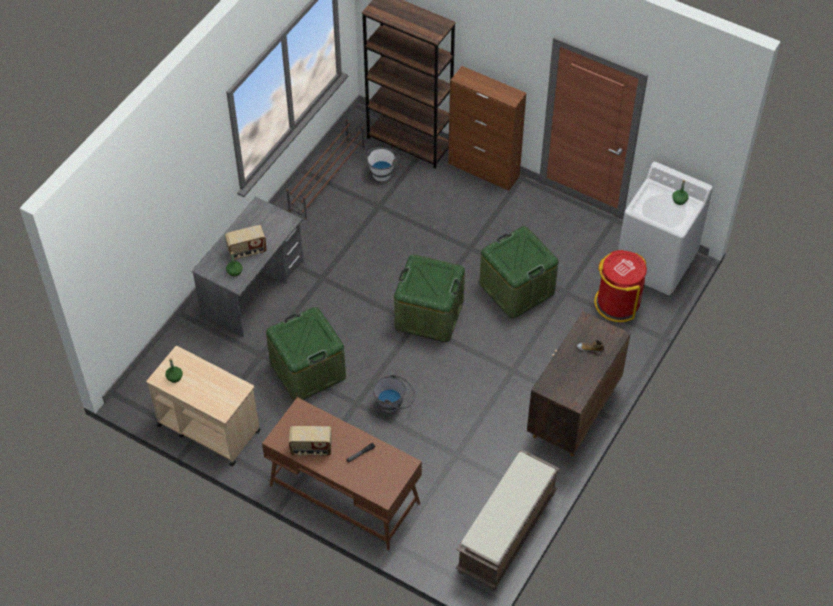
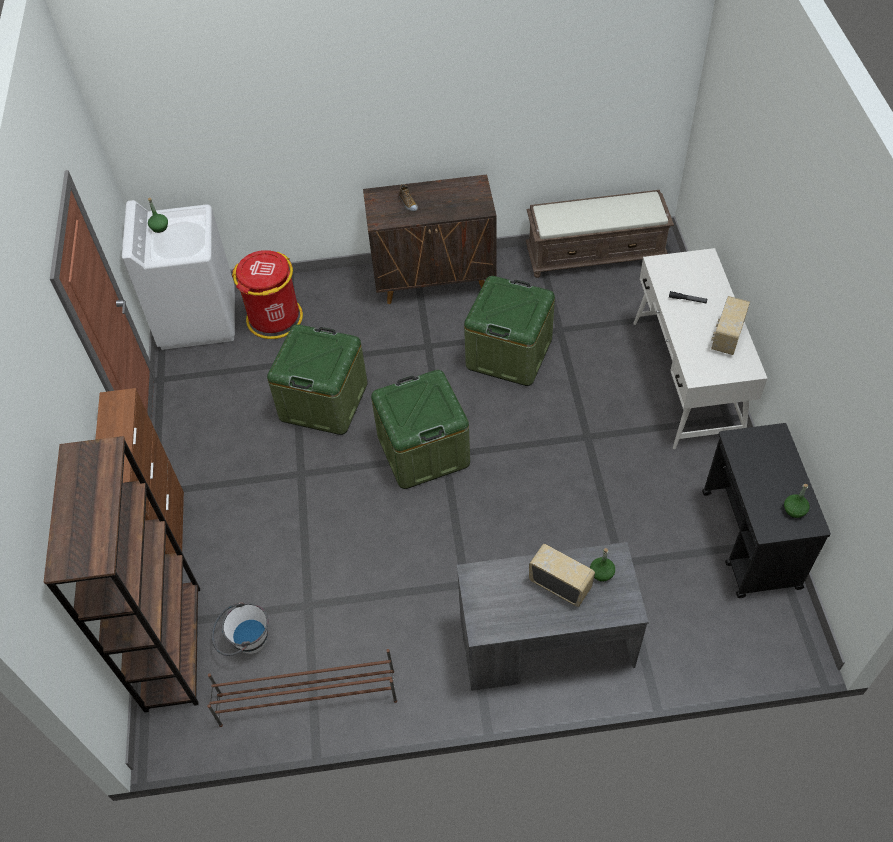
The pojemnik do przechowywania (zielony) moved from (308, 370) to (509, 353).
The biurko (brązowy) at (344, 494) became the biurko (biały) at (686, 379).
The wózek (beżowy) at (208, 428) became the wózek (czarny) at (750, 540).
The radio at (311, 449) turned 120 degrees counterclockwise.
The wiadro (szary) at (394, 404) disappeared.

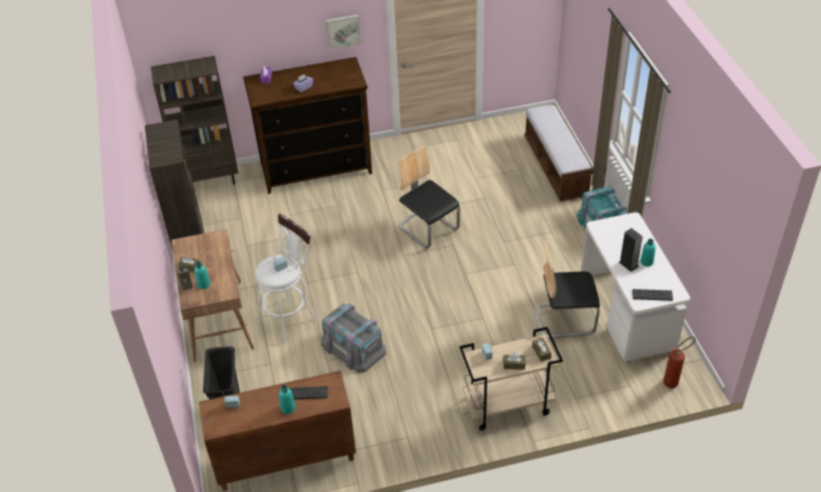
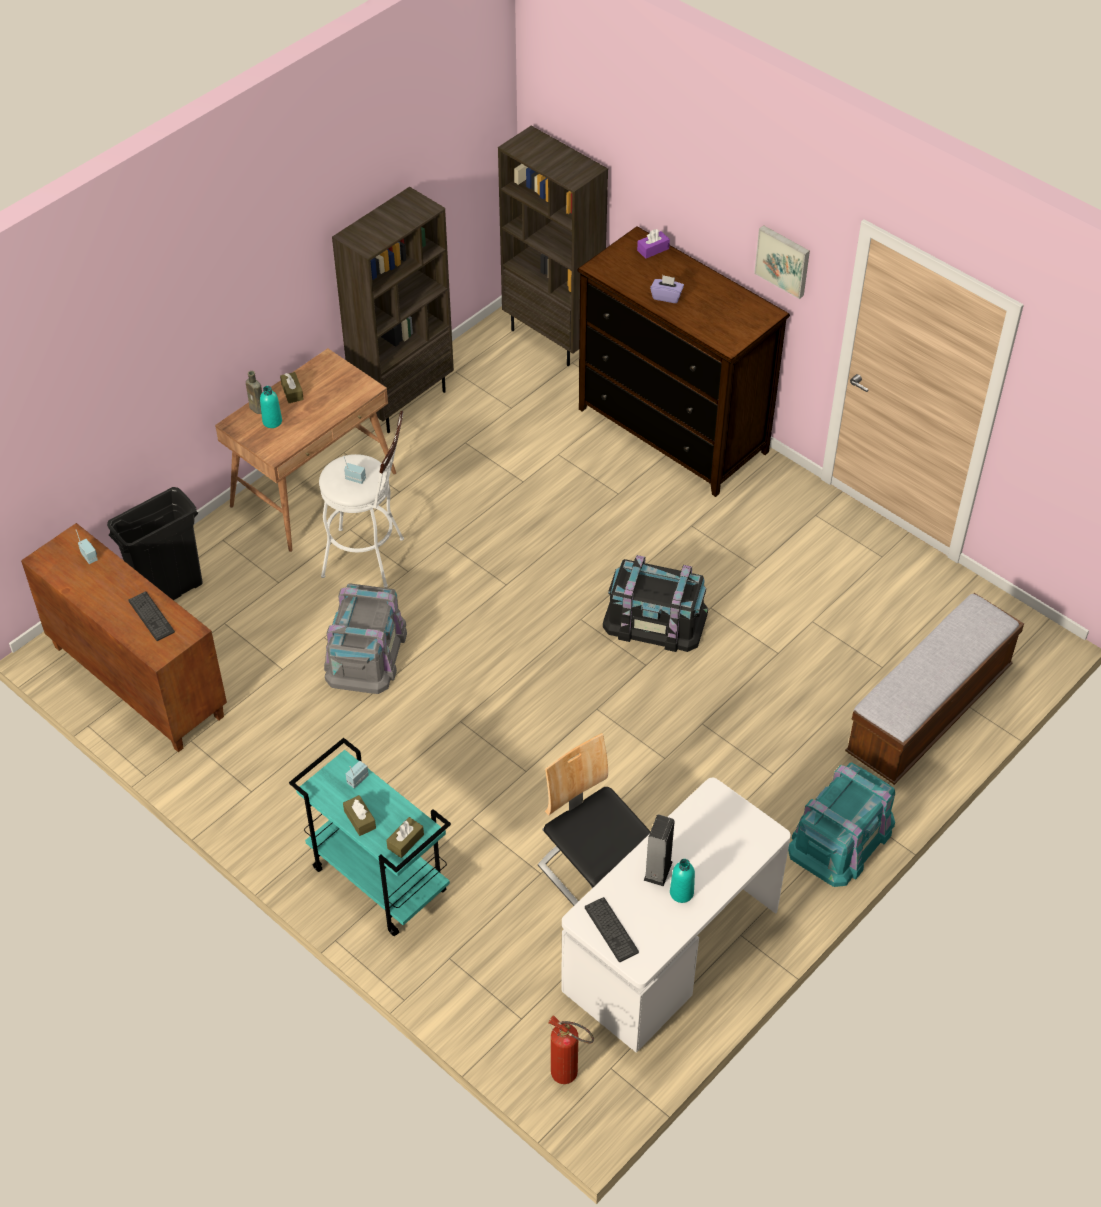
The wózek (beżowy) at (507, 406) became the wózek (turkusowy) at (377, 879).
The krzesło at (428, 228) was replaced by the pojemnik do przechowywania (czarny) at (655, 619).
The butelka (turkusowy) at (288, 408) disappeared.

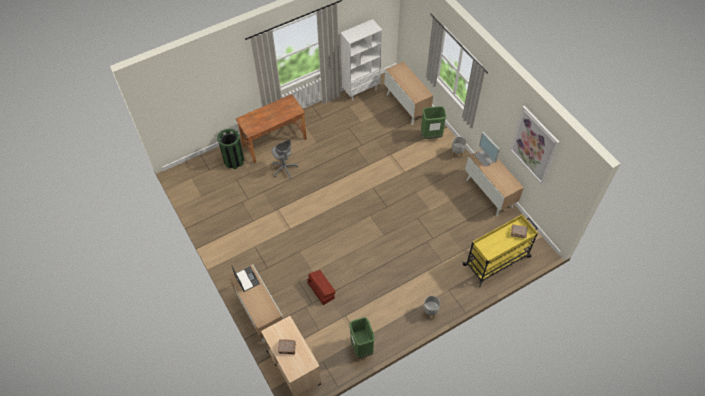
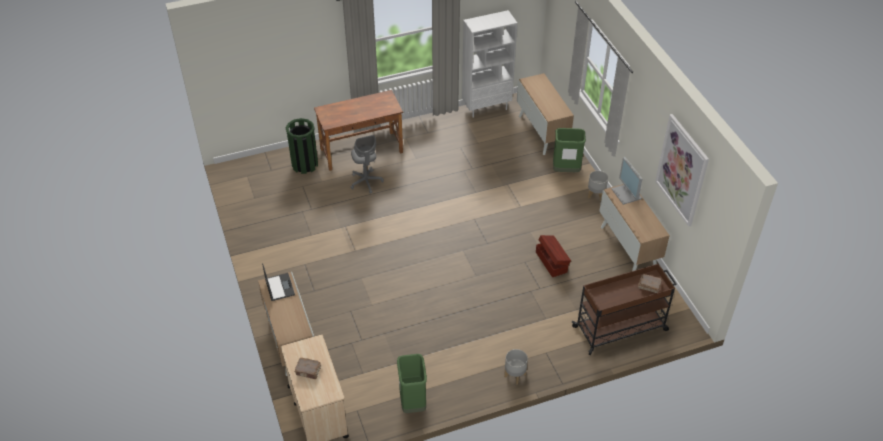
The pojemnik do przechowywania (brązowy) moved from (321, 290) to (551, 261).
The wózek (żółty) at (497, 261) became the wózek (brązowy) at (621, 328).

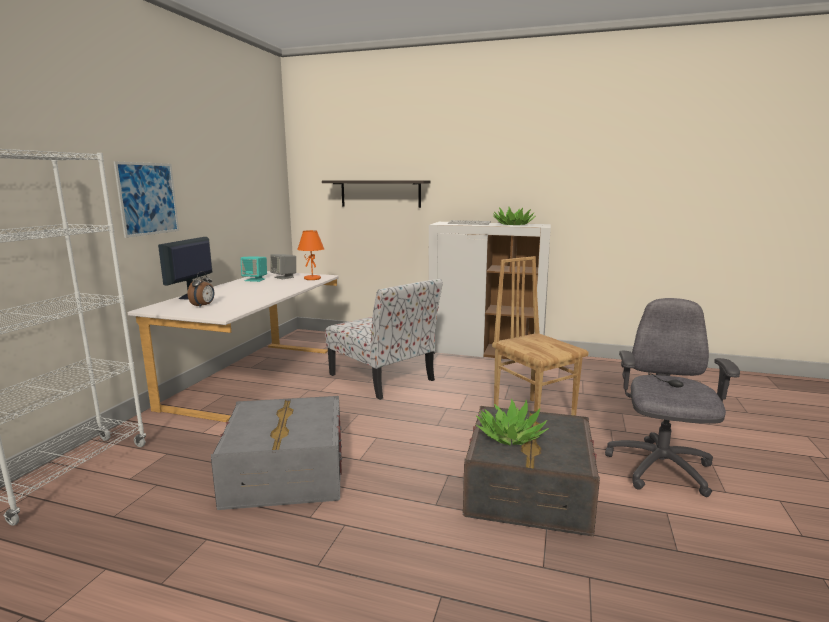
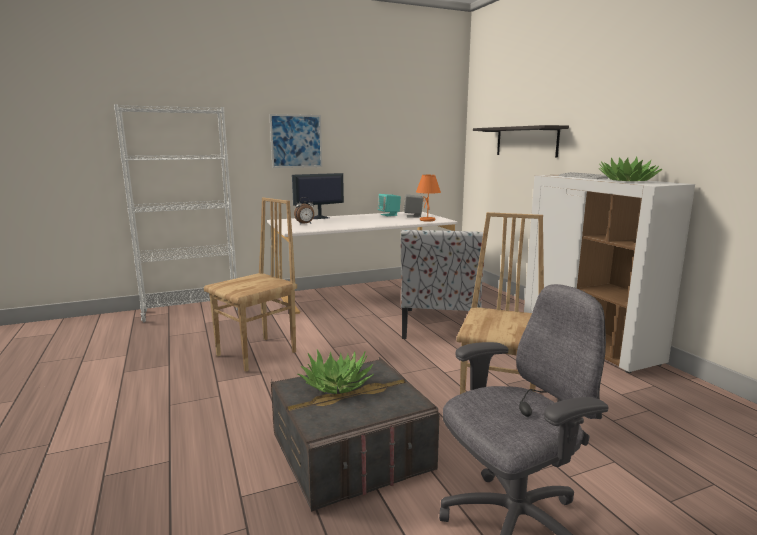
The pojemnik do przechowywania (szary) at (286, 472) was replaced by the krzesło (brązowy) at (258, 354).

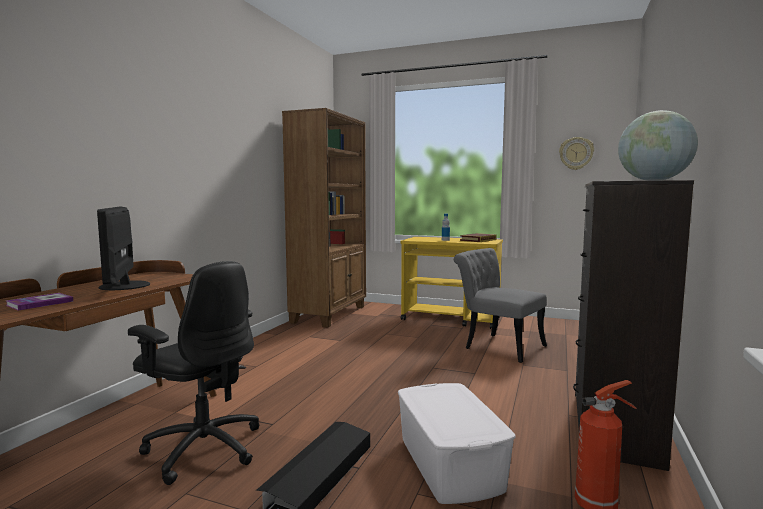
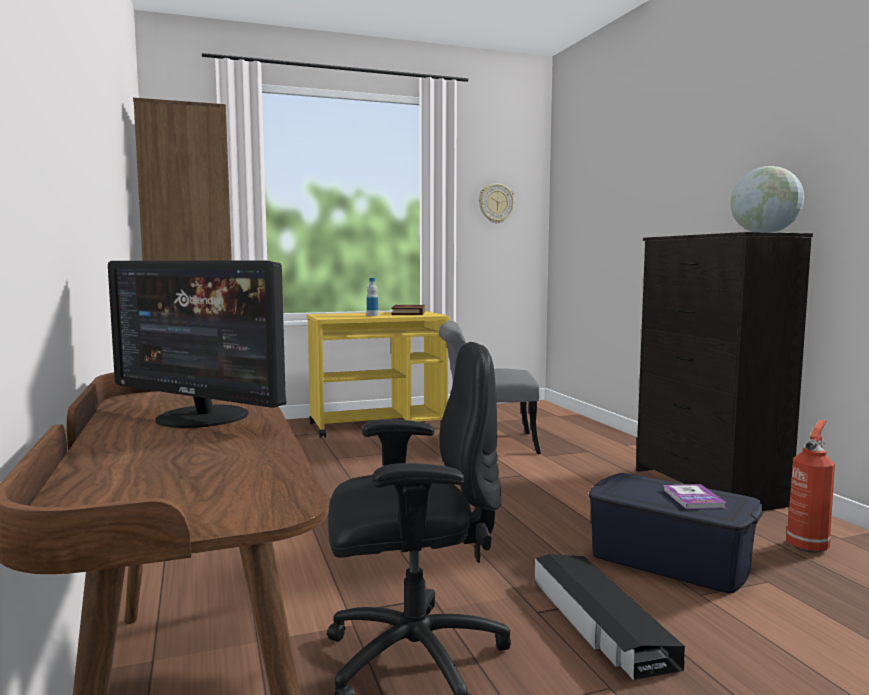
The pojemnik do przechowywania (biały) at (449, 463) became the pojemnik do przechowywania (niebieski) at (670, 560).
The książka moved from (40, 303) to (693, 498).

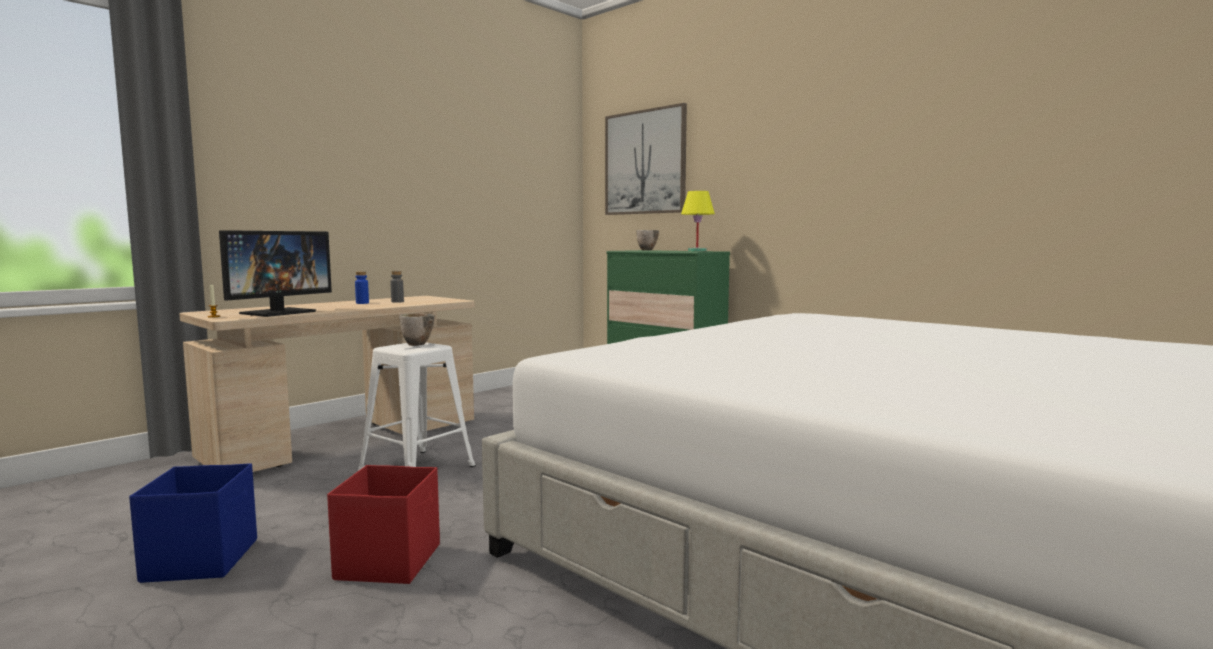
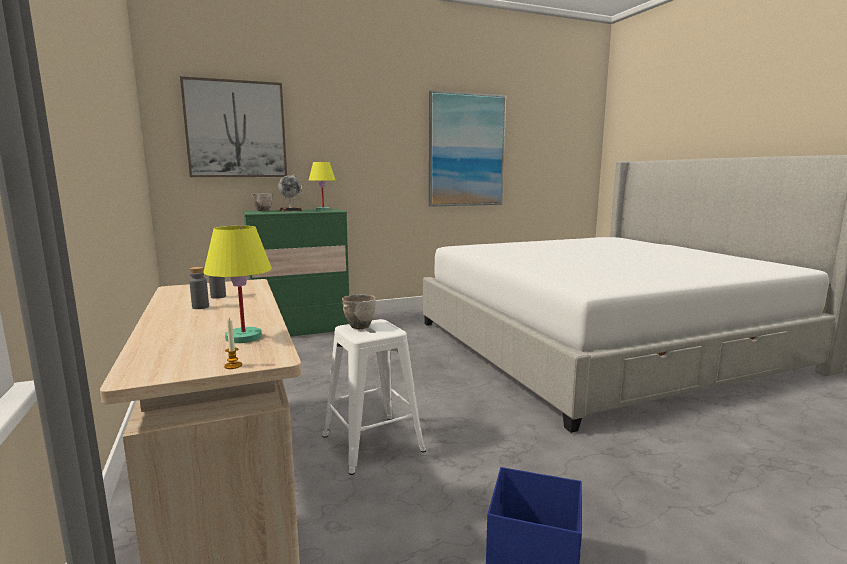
The butelka (niebieski) at (362, 303) became the butelka (szary) at (200, 307).
The monitor at (279, 312) was replaced by the lampa stołowa (żółty) at (243, 337).
The globus at (291, 210) appeared.
The obraz at (466, 150) appeared.
The pojemnik do przechowywania (czerwony) at (390, 561) disappeared.

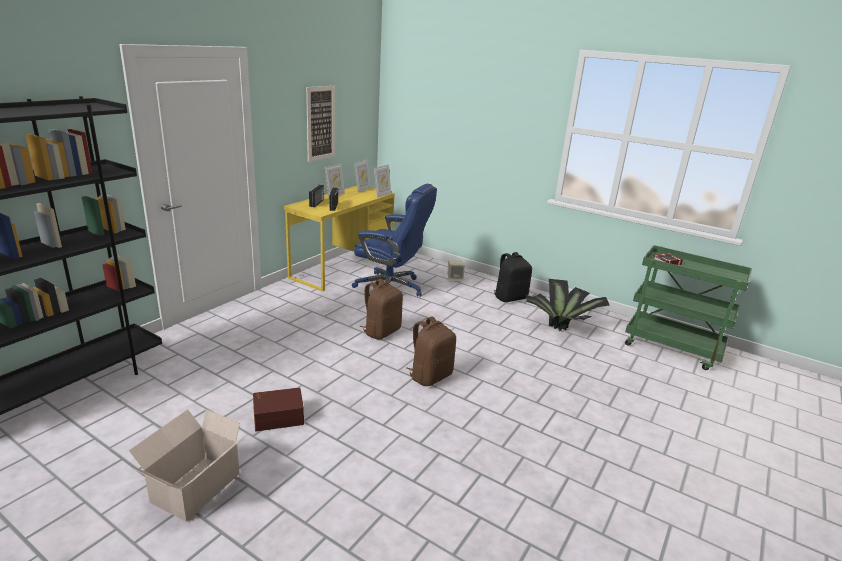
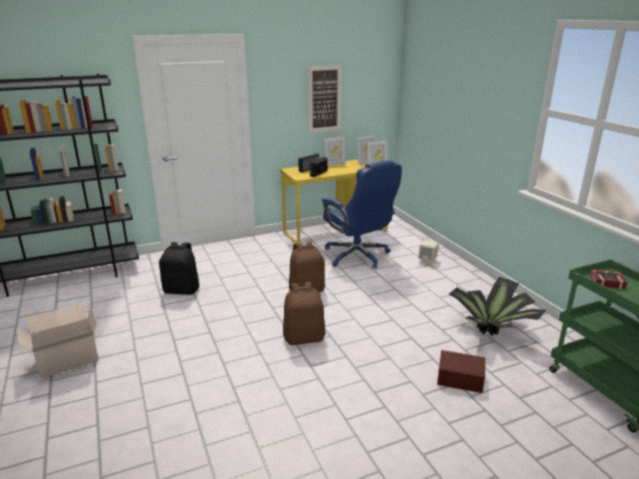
The plecak (czarny) moved from (510, 297) to (182, 290).
The pojemnik do przechowywania (brązowy) moved from (278, 416) to (460, 378).

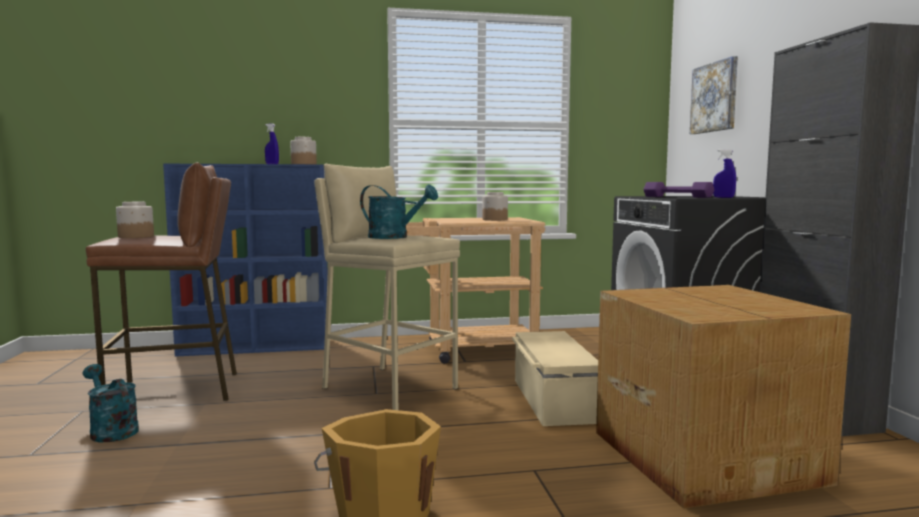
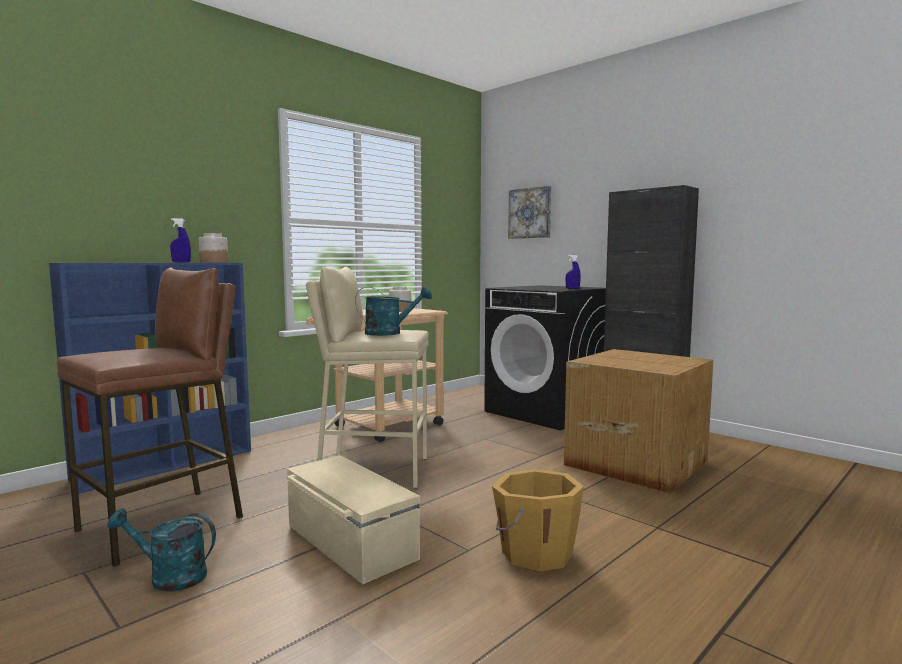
The pojemnik do przechowywania (beżowy) moved from (552, 400) to (348, 542).
The słoik at (135, 237) disappeared.
The hantel (fioletowy) at (677, 197) disappeared.

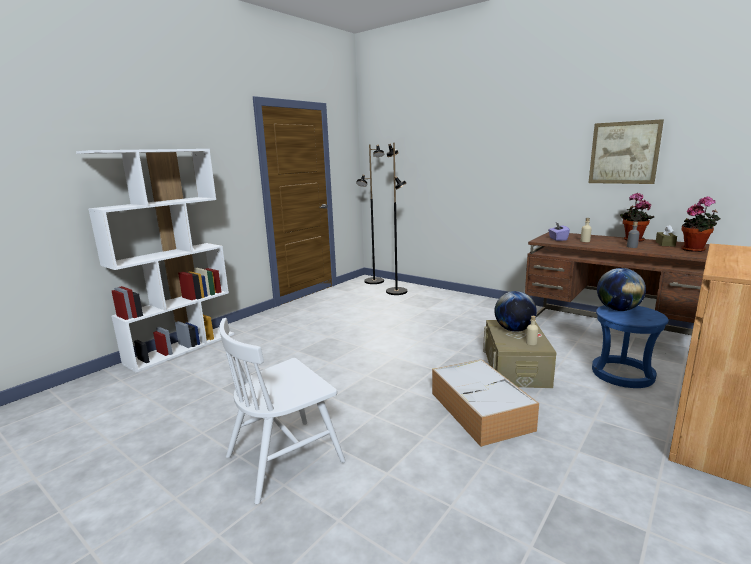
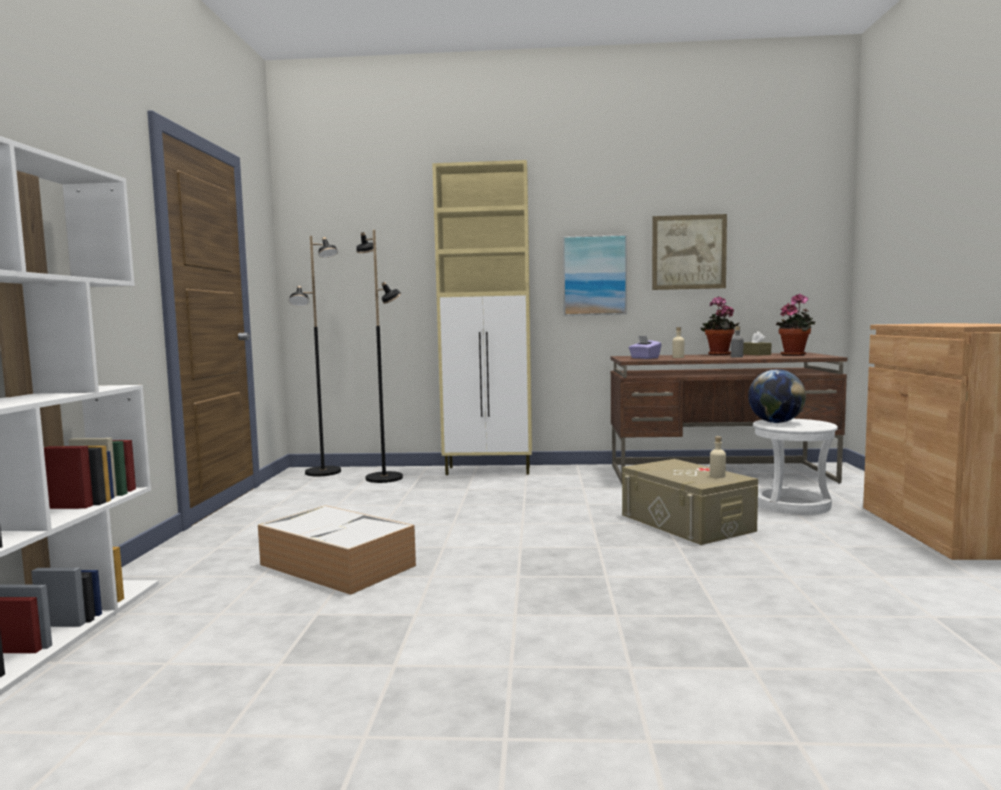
The pojemnik do przechowywania moved from (481, 411) to (339, 565).
The szafka (beżowy) at (489, 471) appeared.
The obraz at (594, 275) appeared.
The stołek (niebieski) at (622, 374) became the stołek (biały) at (791, 505).
The krzesło (biały) at (285, 458) disappeared.
The globus at (514, 330) disappeared.

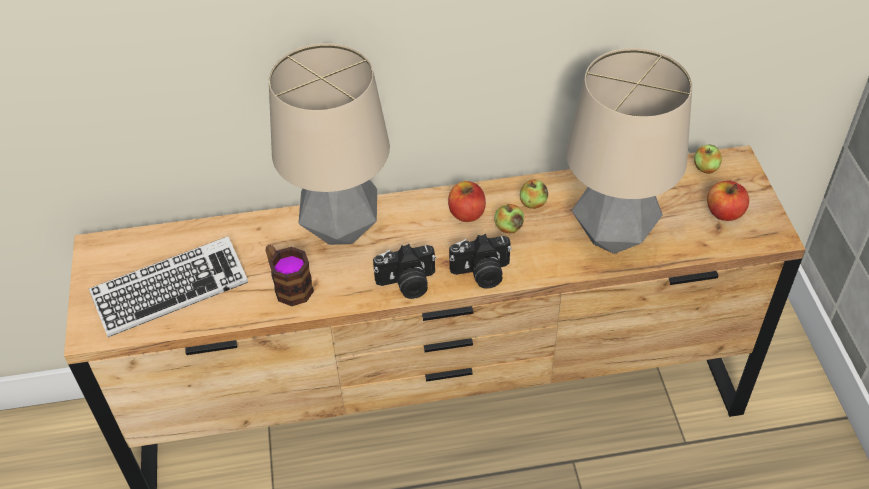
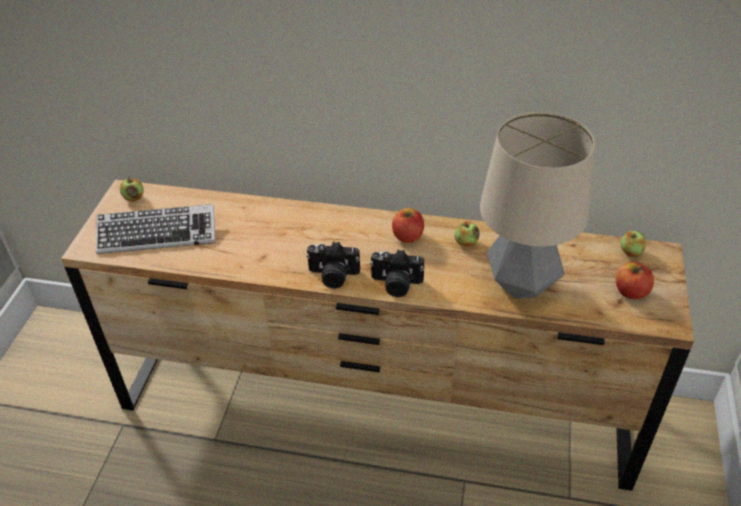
The jabłko moved from (508, 227) to (134, 198).
The kubek at (288, 285) disappeared.
The lampa stołowa at (340, 229) disappeared.

